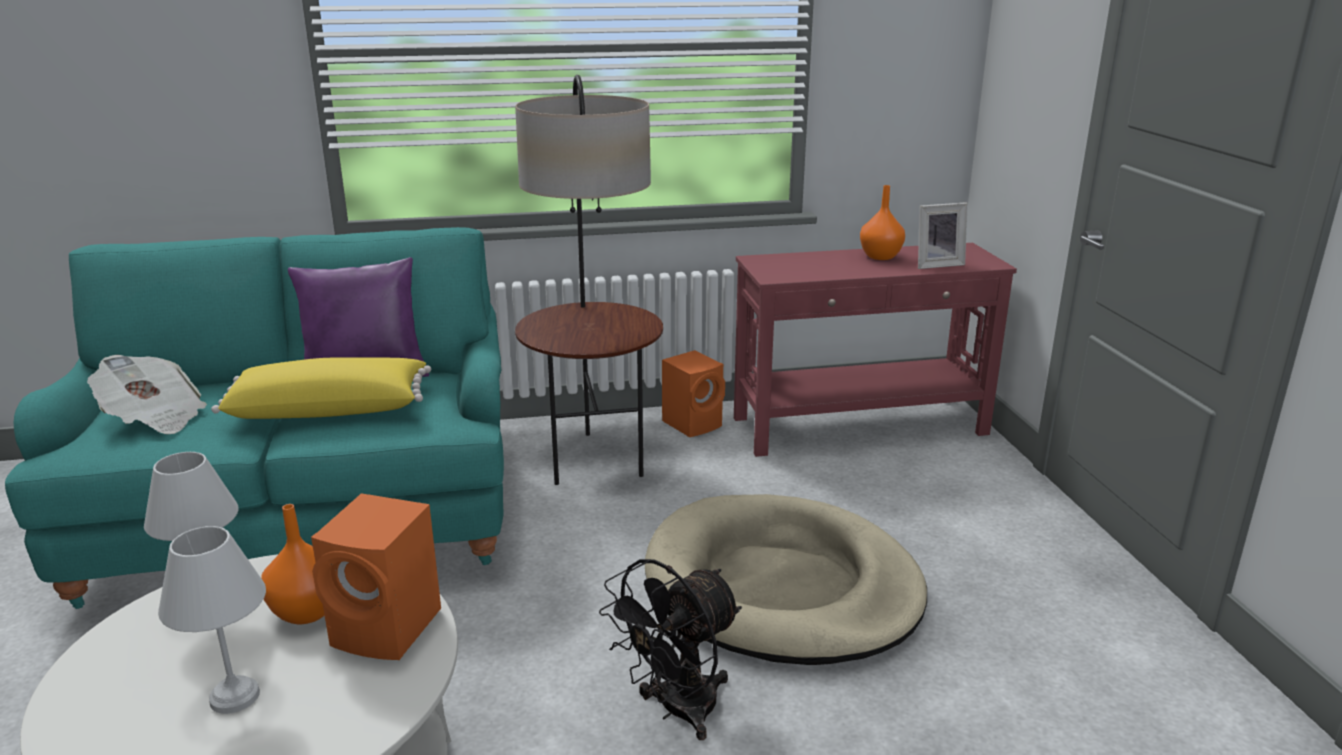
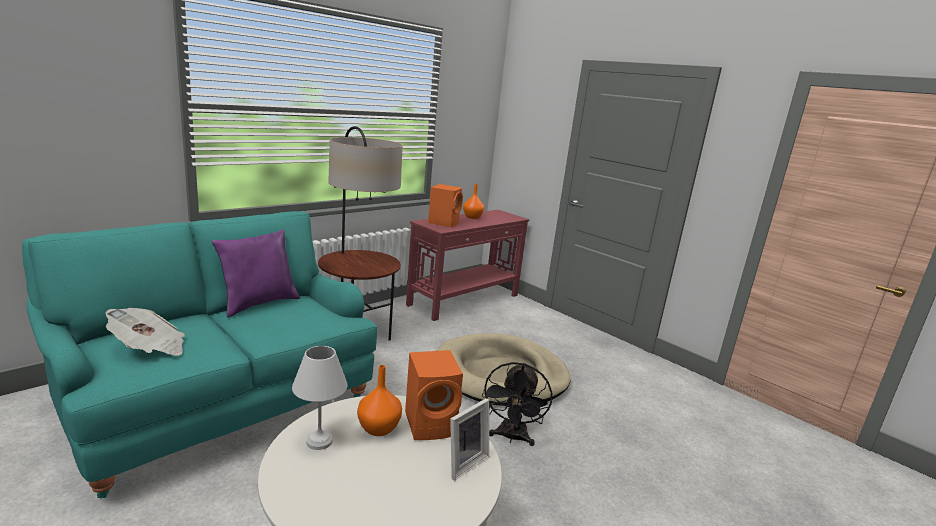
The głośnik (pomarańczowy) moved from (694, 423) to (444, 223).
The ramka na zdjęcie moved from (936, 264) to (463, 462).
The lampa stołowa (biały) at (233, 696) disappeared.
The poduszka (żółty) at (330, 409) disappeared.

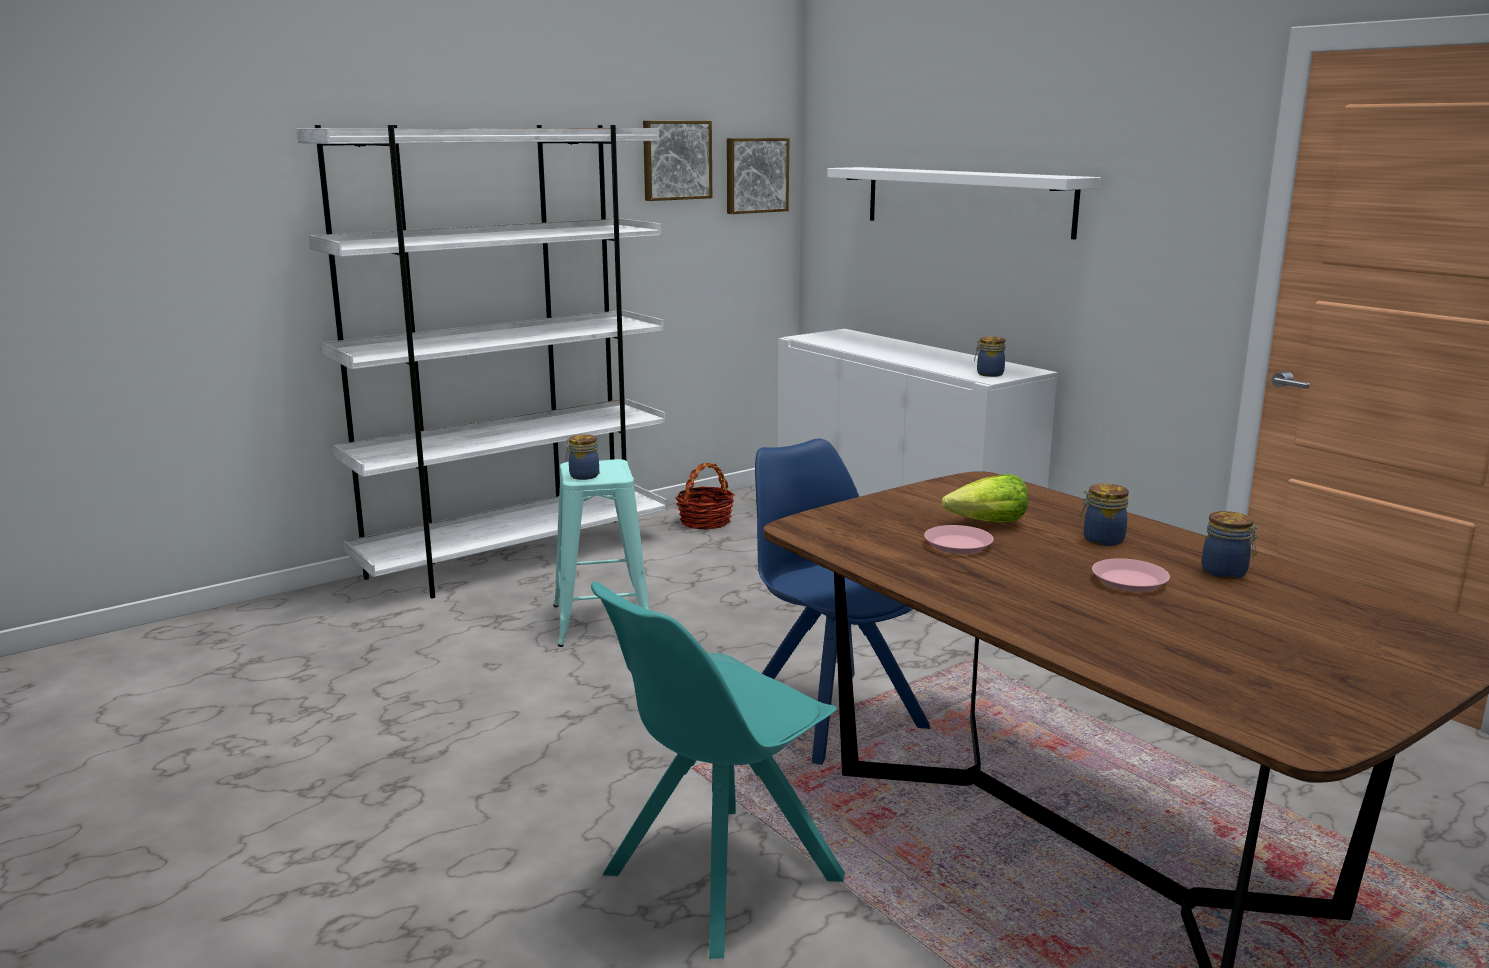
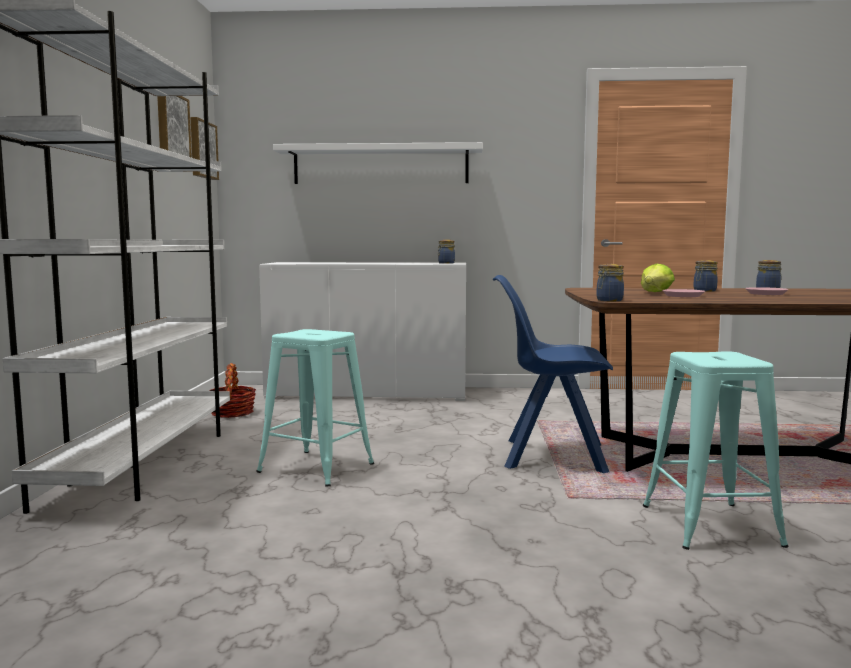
The słoik moved from (582, 476) to (608, 300).
The krzesło (turkusowy) at (717, 879) was replaced by the stołek (turkusowy) at (710, 525).

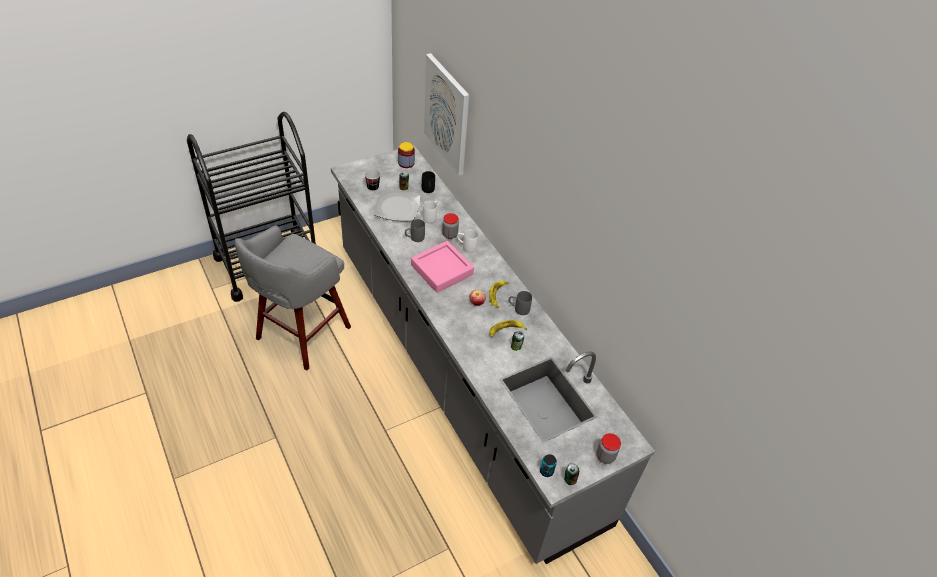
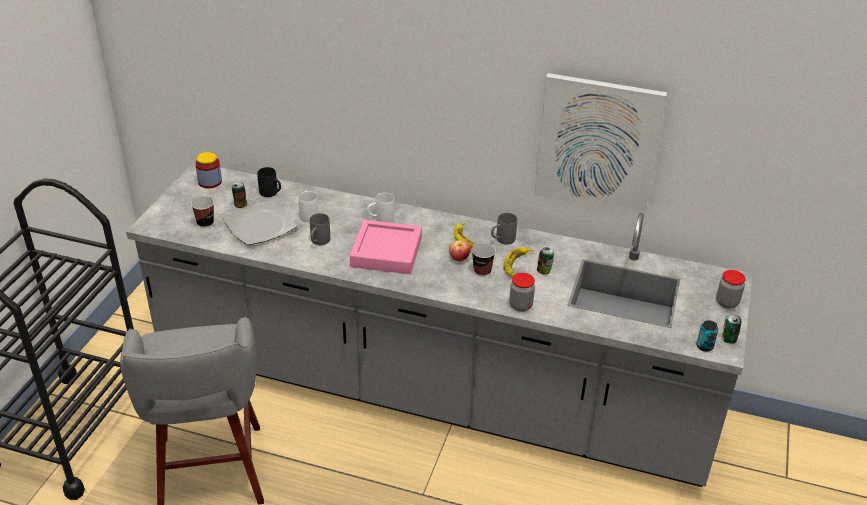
The filiżanka at (482, 271) appeared.
The słoik moved from (449, 235) to (520, 306).
The obraz moved from (447, 114) to (598, 144).

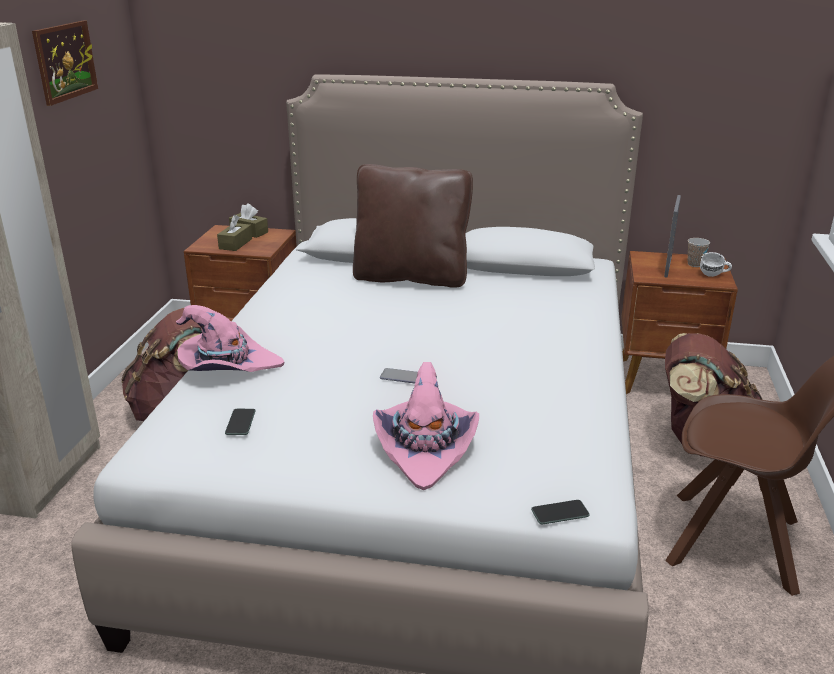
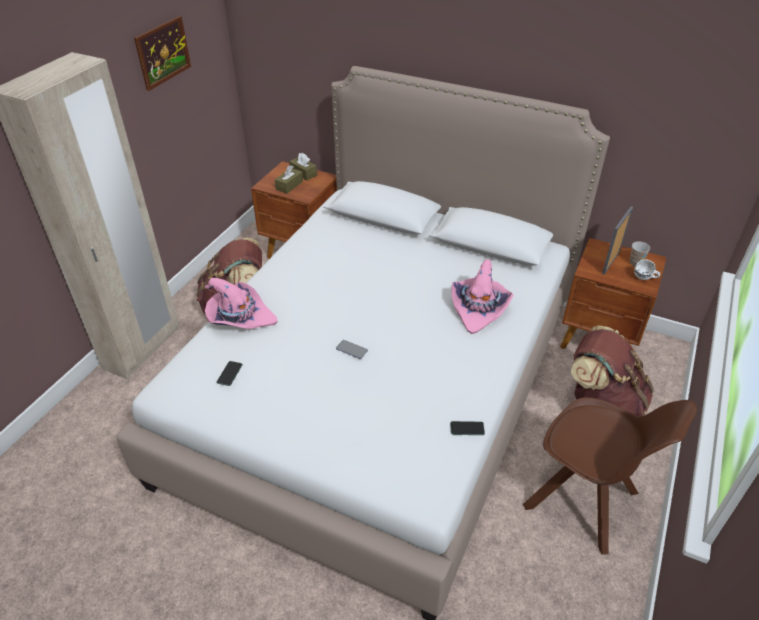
The telefon moved from (560, 513) to (467, 428).
The kapelusz (różowy) moved from (426, 449) to (479, 308).
The poduszka (brązowy) at (411, 277) disappeared.

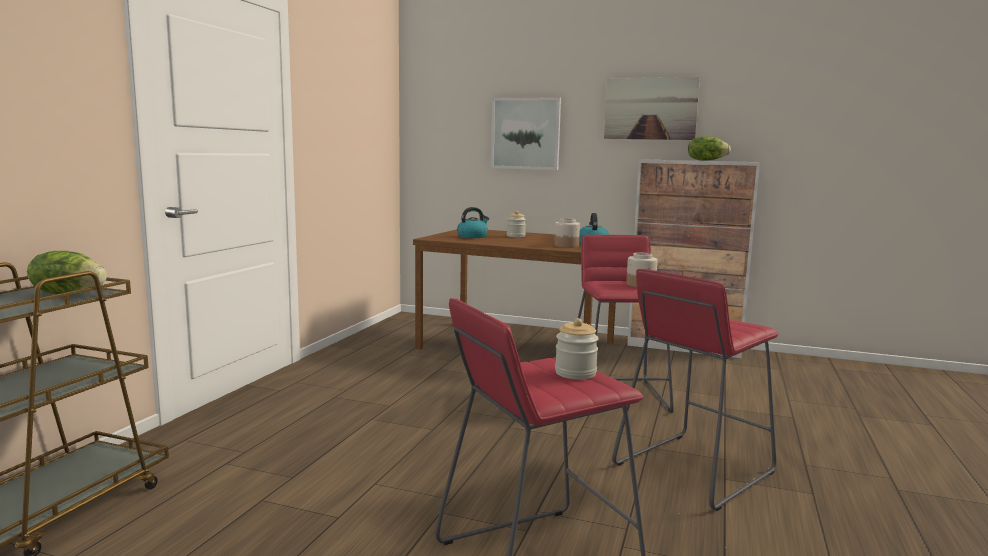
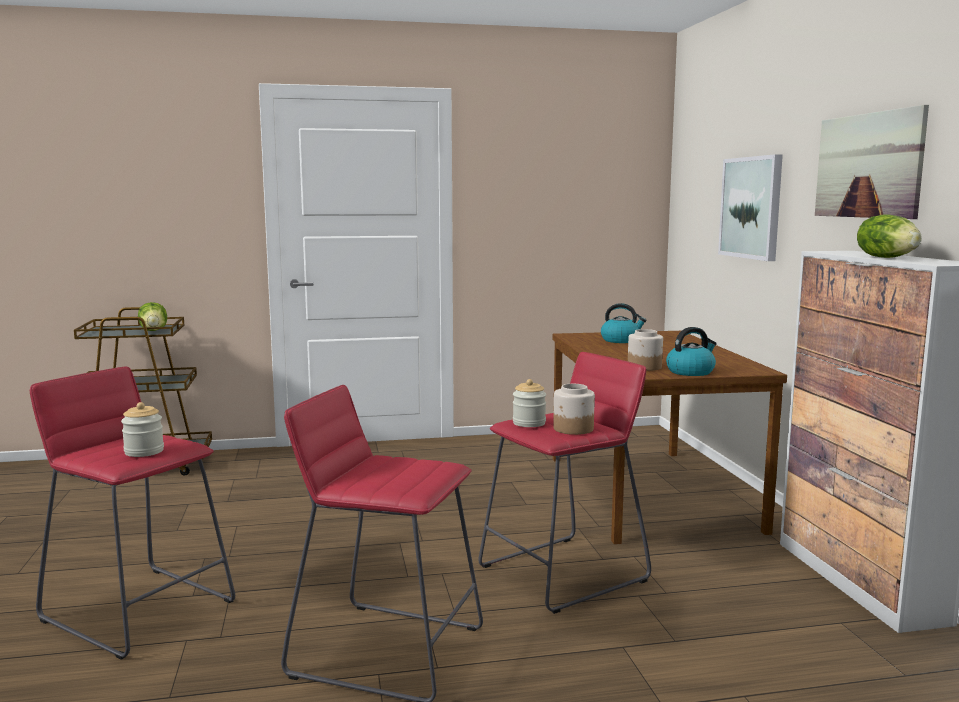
The słoik moved from (515, 236) to (529, 423).

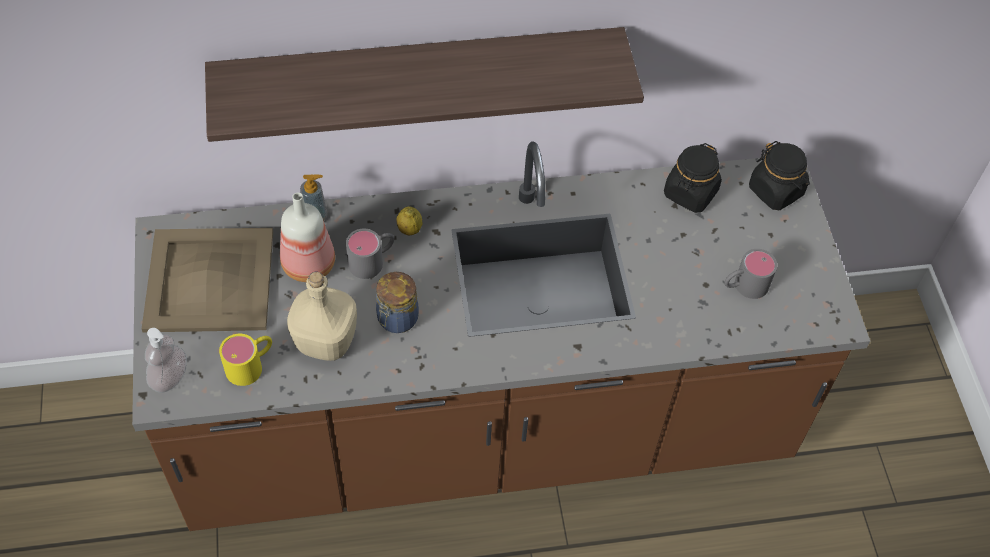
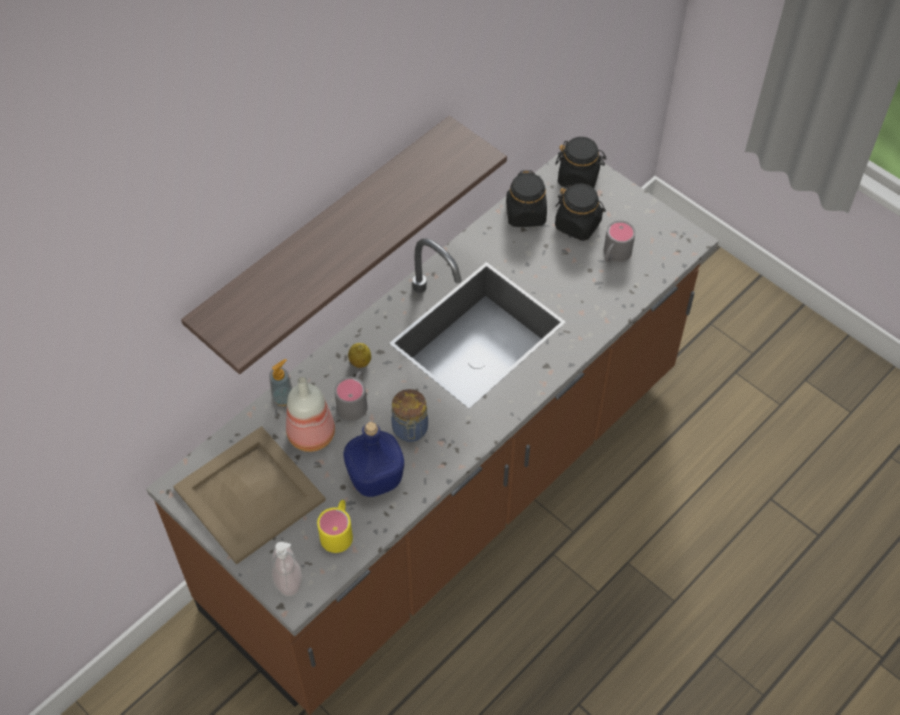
The butelka (beżowy) at (324, 341) became the butelka (niebieski) at (374, 479).
The słoik (czarny) at (578, 225) appeared.

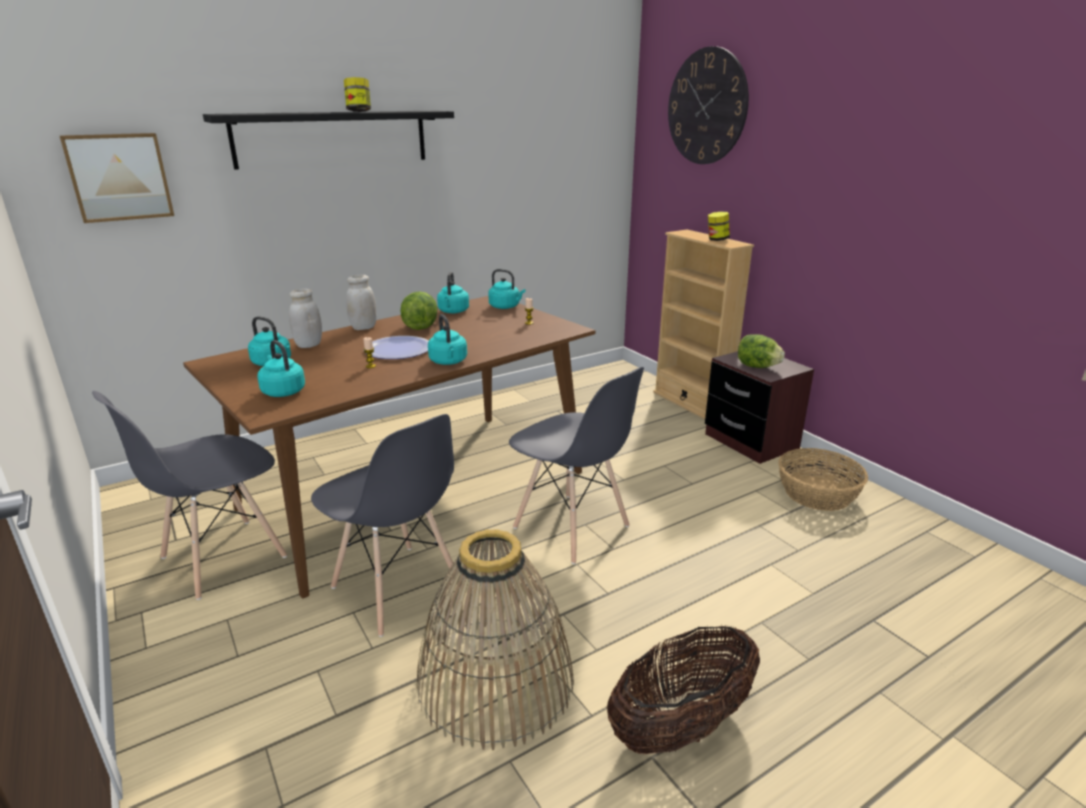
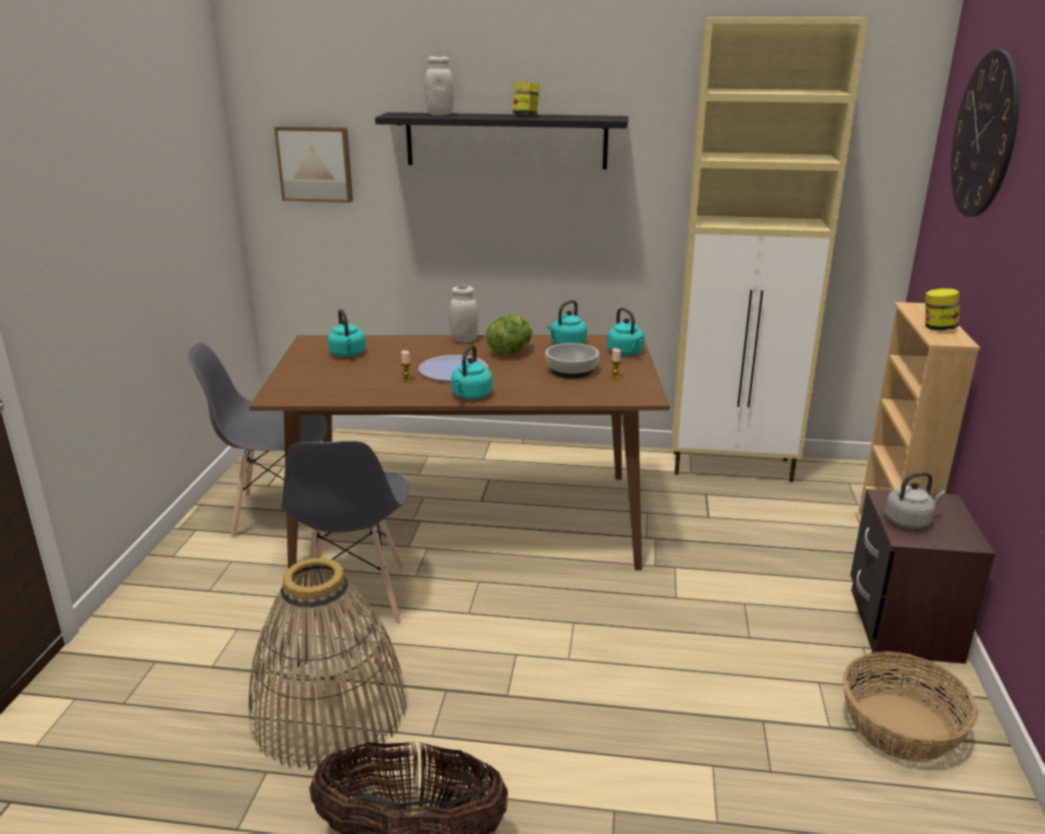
The słoik (biały) moved from (308, 345) to (440, 114).
The miska at (571, 371) appeared.
The szafka (beżowy) at (733, 467) appeared.
The sałata at (757, 366) was replaced by the czajnik (szary) at (909, 521).
The czajnik (turkusowy) at (282, 391) disappeared.
The krzesło (szary) at (571, 528) disappeared.

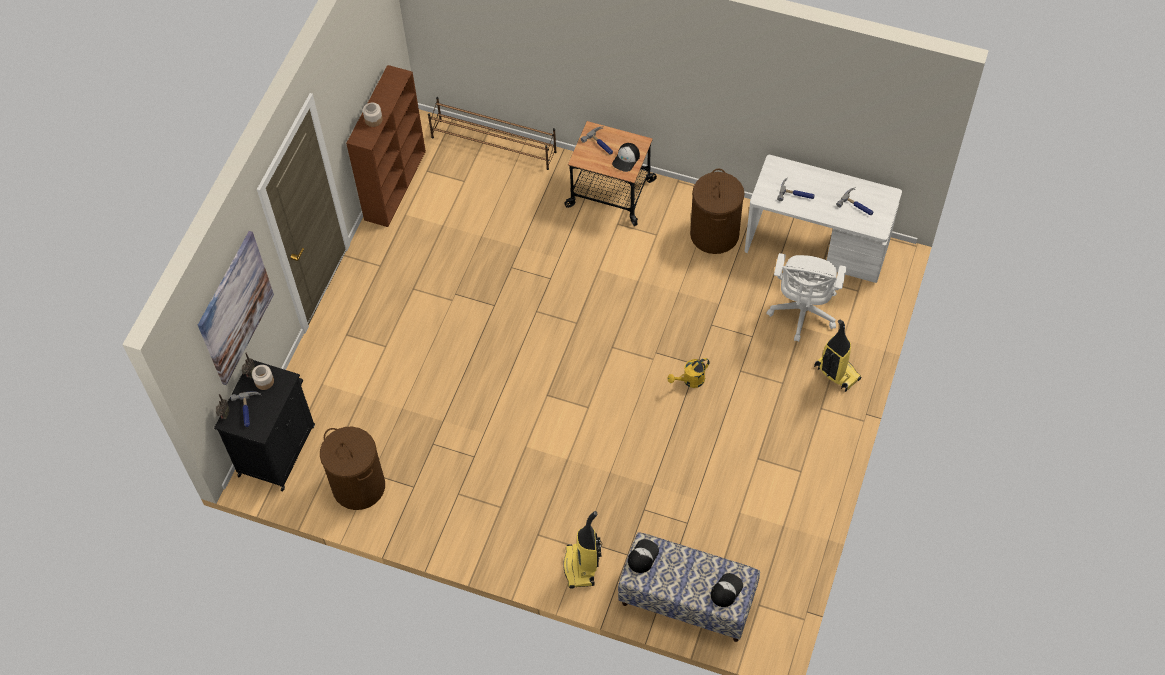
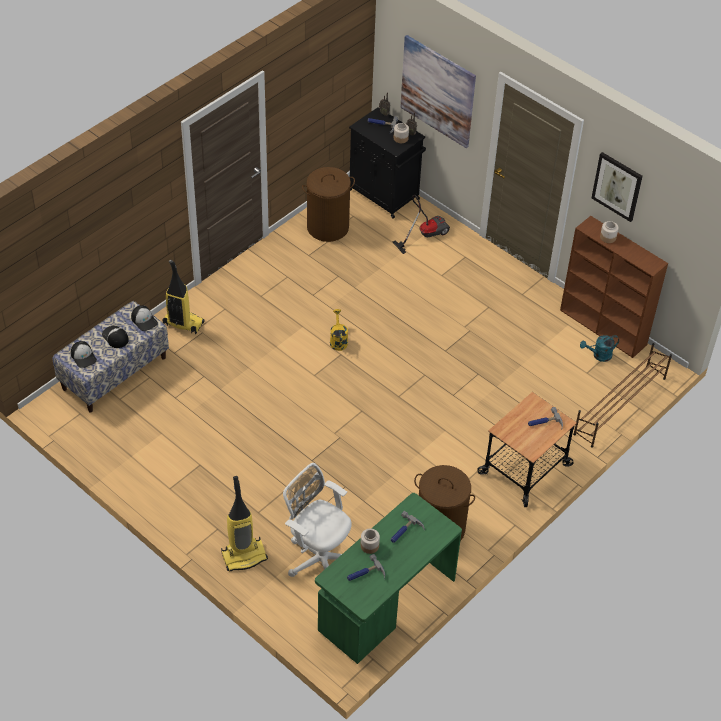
The czapka z daszkiem moved from (626, 159) to (115, 337).
The biurko (biały) at (817, 245) became the biurko (zielony) at (386, 604).
The konewka (żółty) moved from (690, 381) to (338, 340).
The słoik at (370, 546) appeared.
The odkurzacz at (424, 234) appeared.
The konewka (turkusowy) at (599, 355) appeared.
The obraz at (617, 186) appeared.

